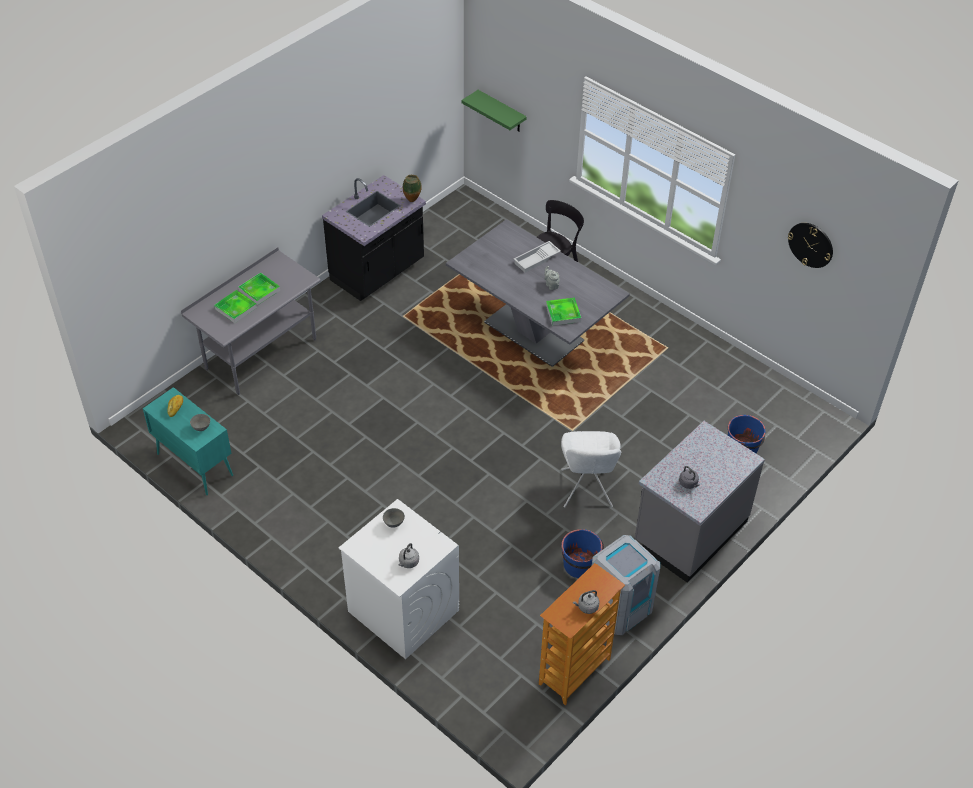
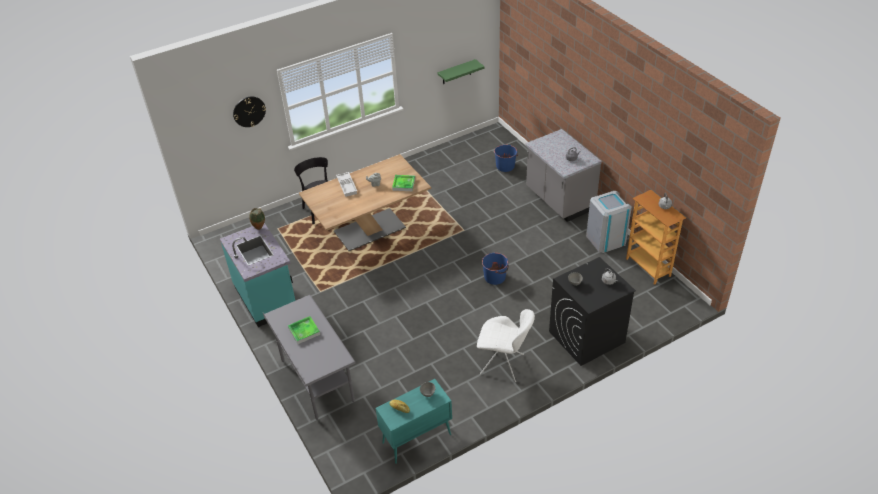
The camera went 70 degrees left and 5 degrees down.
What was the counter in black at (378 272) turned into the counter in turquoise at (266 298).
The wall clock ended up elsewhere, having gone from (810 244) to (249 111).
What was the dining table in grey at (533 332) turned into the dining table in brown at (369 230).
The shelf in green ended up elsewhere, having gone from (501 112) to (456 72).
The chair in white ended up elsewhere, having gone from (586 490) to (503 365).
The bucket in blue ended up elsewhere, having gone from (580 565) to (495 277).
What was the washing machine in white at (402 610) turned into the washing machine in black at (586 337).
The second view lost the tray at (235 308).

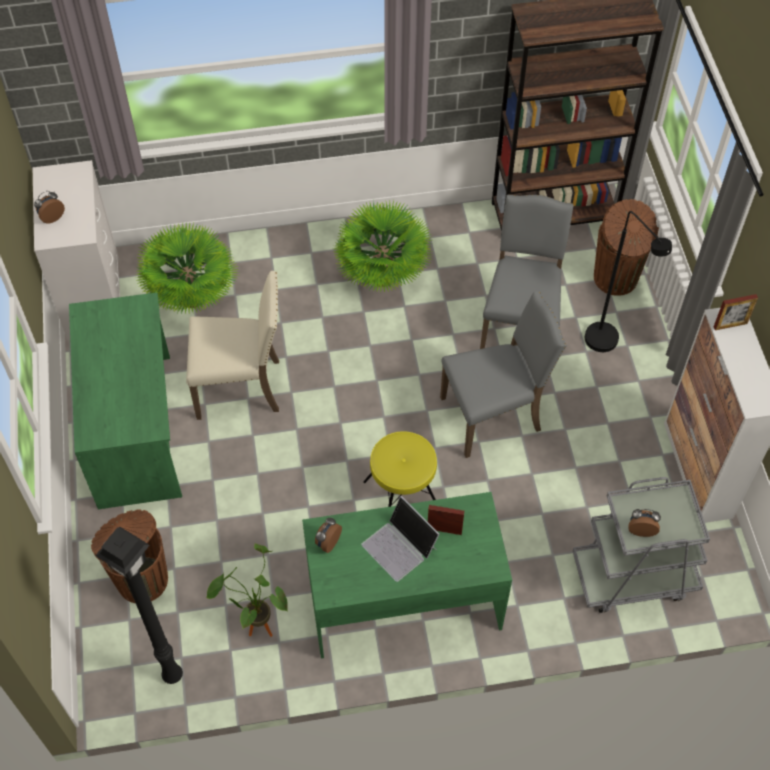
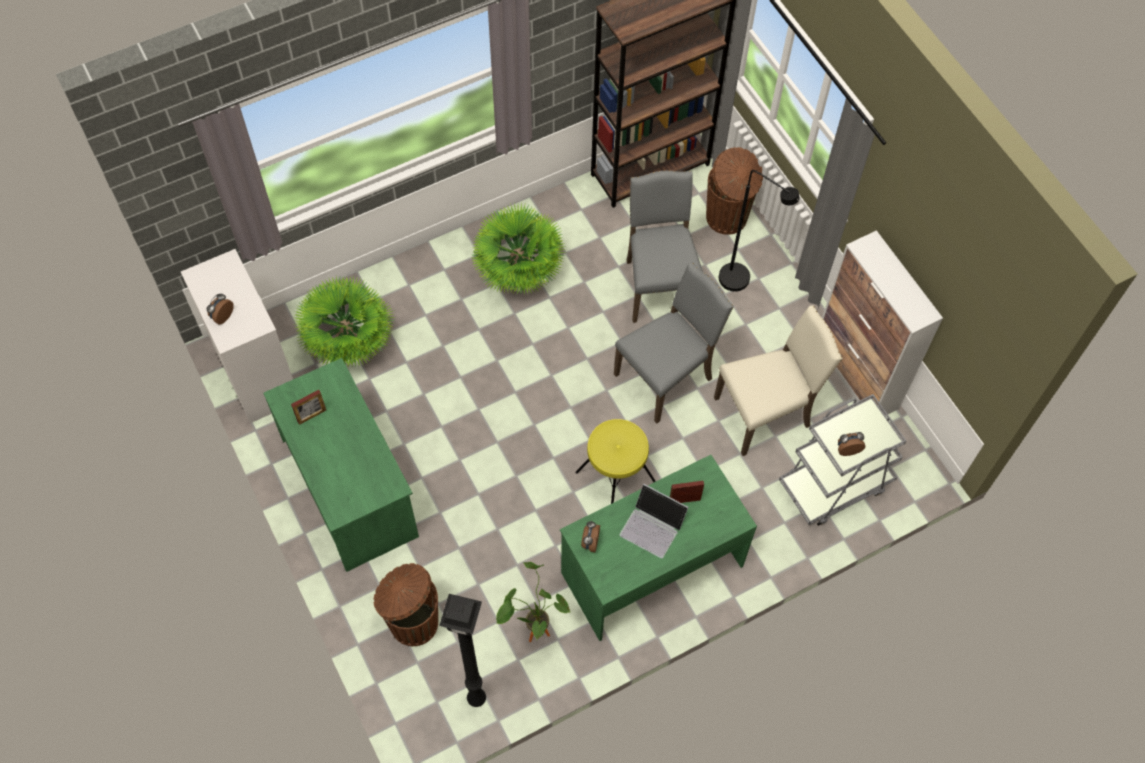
The camera went 20 degrees left and 5 degrees up.
The picture frame ended up elsewhere, having gone from (730 325) to (312 415).
The chair in beige ended up elsewhere, having gone from (241 387) to (765 413).

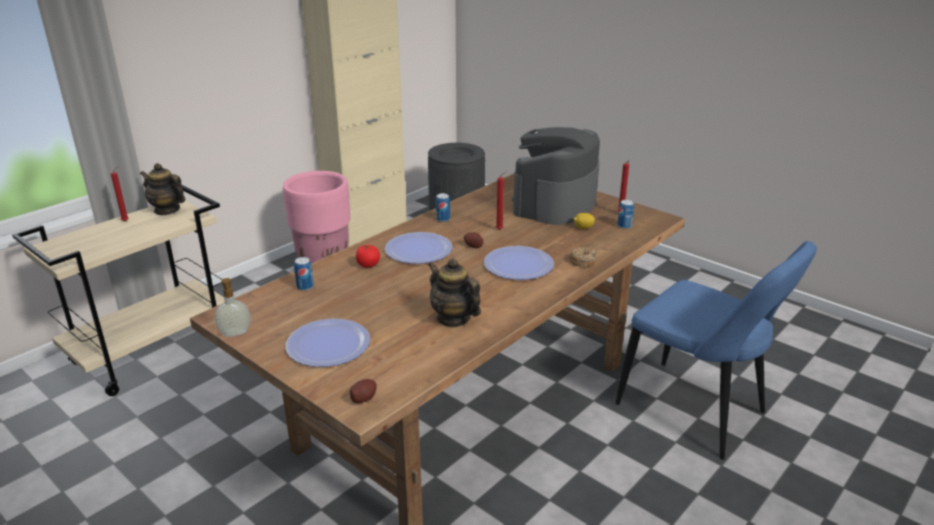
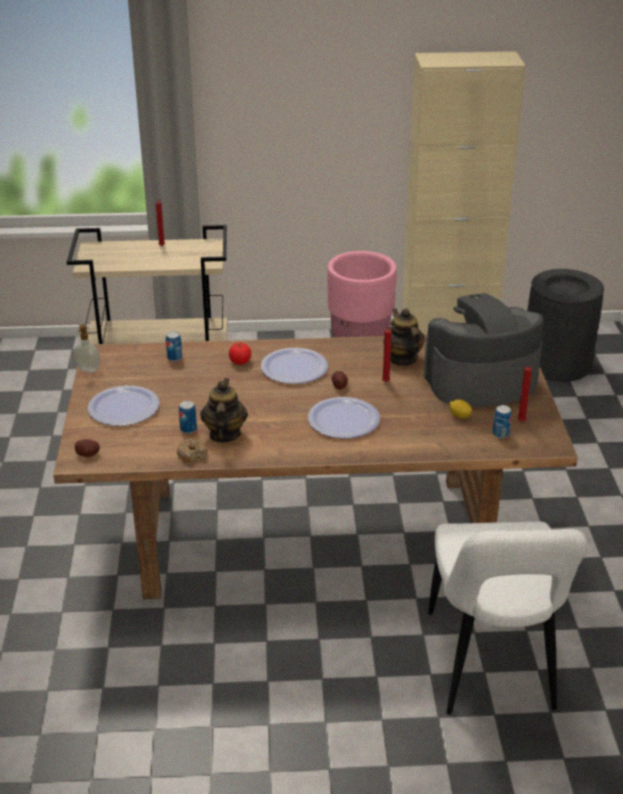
The camera went 45 degrees right and 5 degrees up.
The donut ended up elsewhere, having gone from (582 261) to (192 454).
The can ended up elsewhere, having gone from (443 219) to (188 429).
The teapot ended up elsewhere, having gone from (167 210) to (403 359).
What was the chair in blue at (696 412) turned into the chair in white at (491 666).

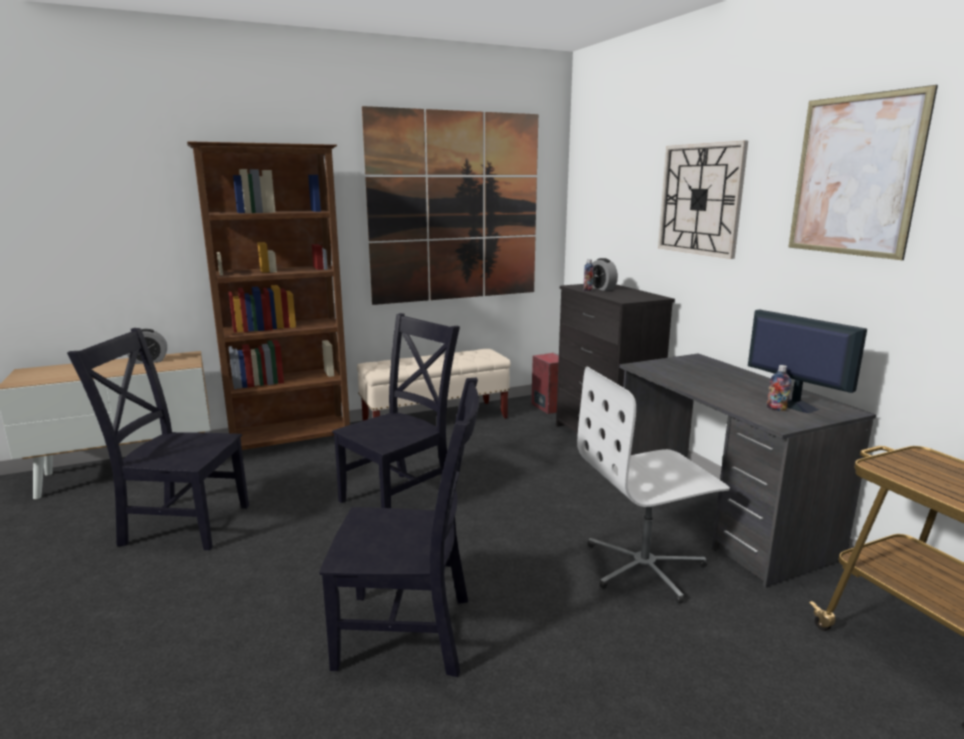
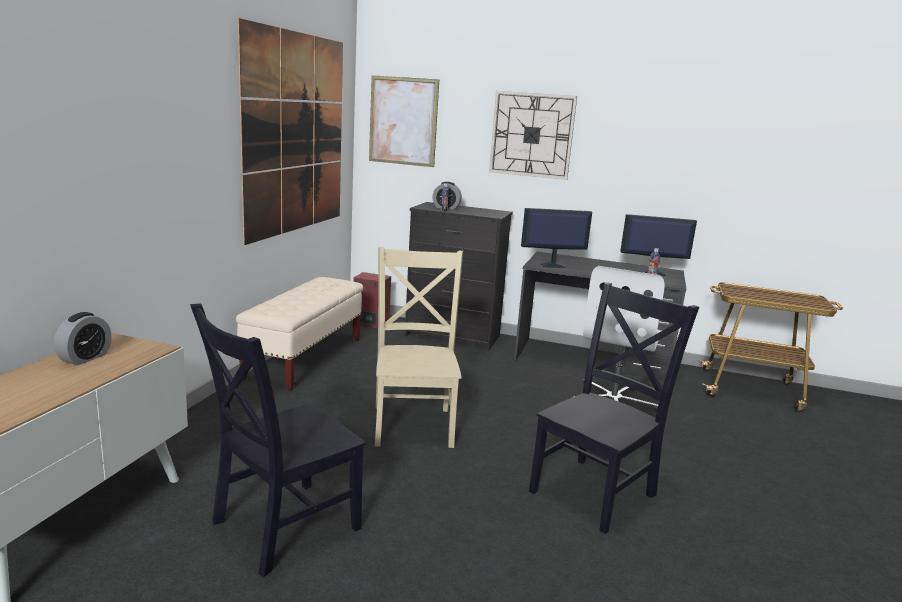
The camera went 50 degrees left and 0 degrees up.
The picture ended up elsewhere, having gone from (854 176) to (403 121).
What was the chair in black at (400 498) turned into the chair in beige at (414 424).
The second view gained the monitor at (552 265).
The second view lost the bookcase in brown at (292 443).

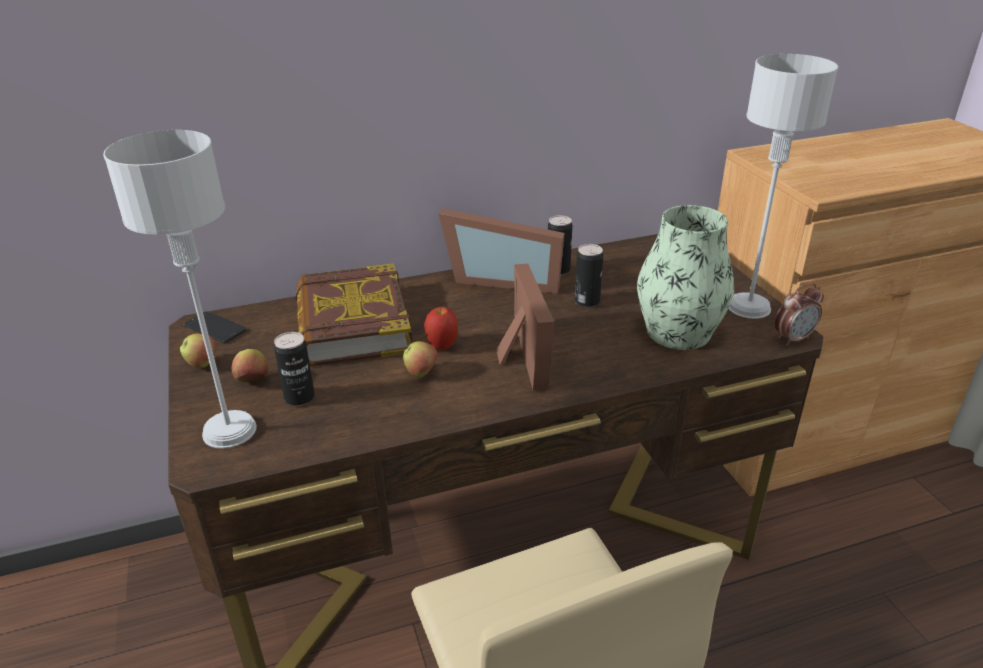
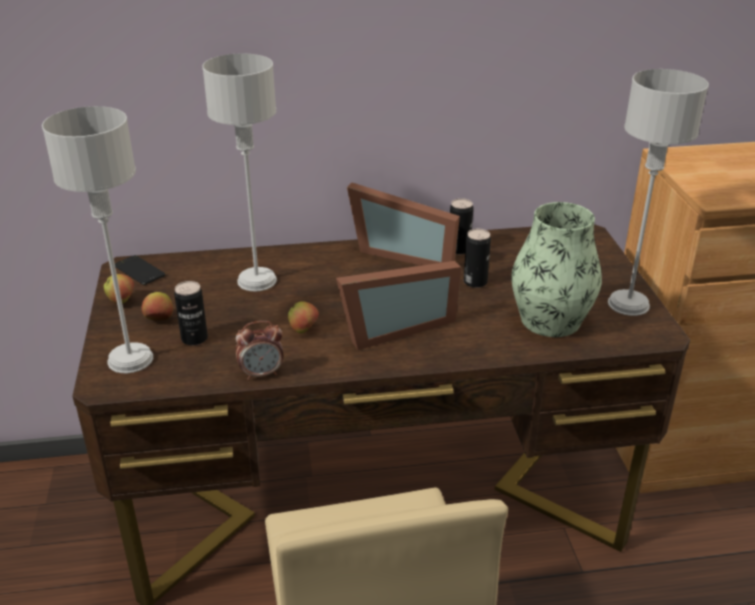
The camera went 10 degrees right and 0 degrees up.
Where the book stood at (352 324), the table lamp in grey came to stand at (256 280).
The alarm clock ended up elsewhere, having gone from (793 339) to (261 374).
The picture frame at (518 359) ended up facing another way, 60 degrees clockwise from before.
The second view lost the apple at (442 346).

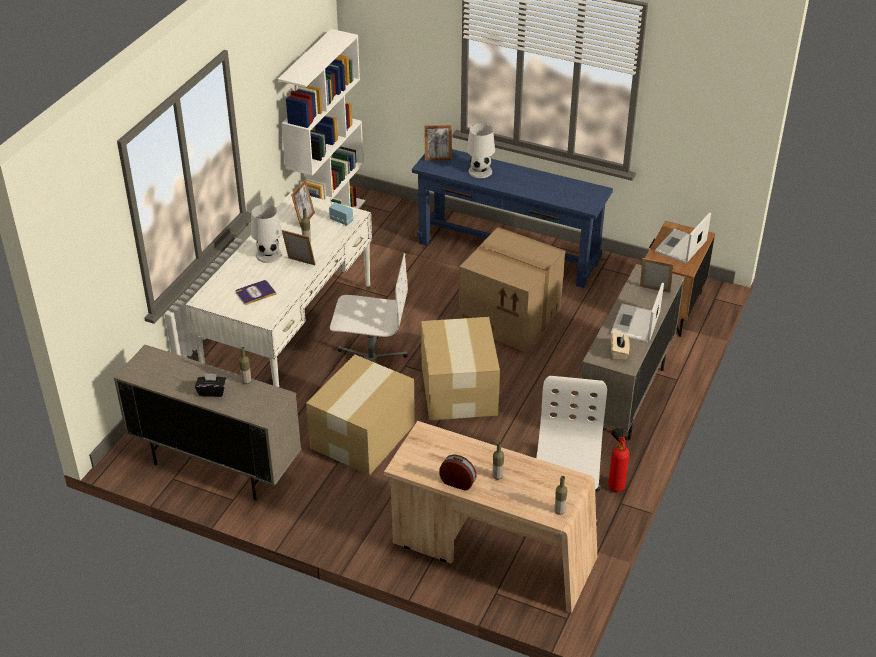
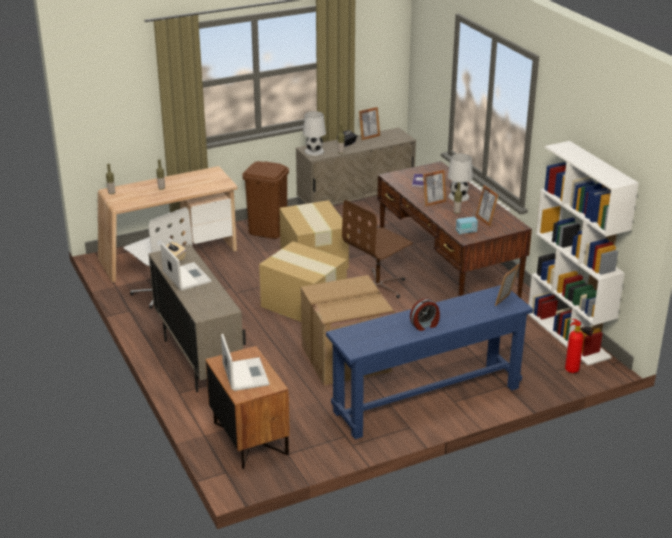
The camera went 130 degrees right and 10 degrees down.
The second view gained the trash can in brown at (268 230).
The table lamp in white ended up elsewhere, having gone from (480 171) to (314 151).
What was the office chair in white at (370 360) turned into the office chair in brown at (378 286).
The picture frame ended up elsewhere, having gone from (654 291) to (369 137).
What was the desk in white at (289 332) turned into the desk in brown at (447 271).
The alarm clock ended up elsewhere, having gone from (458 482) to (425 325).
The fire extinguisher ended up elsewhere, having gone from (615 484) to (575 371).

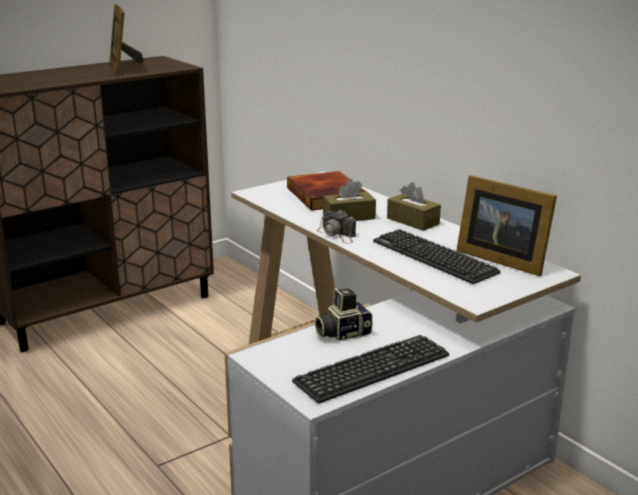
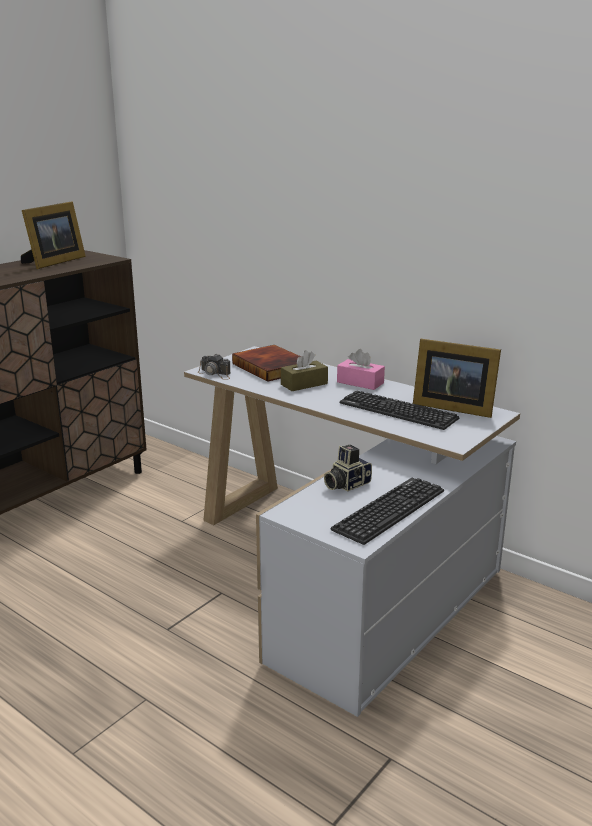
The camera went 15 degrees left and 0 degrees up.
The picture frame at (123 67) ended up facing another way, 120 degrees counterclockwise from before.
The photo camera ended up elsewhere, having gone from (337 234) to (215 374).
What was the tissue box in brown at (413 221) turned into the tissue box in pink at (360 382).

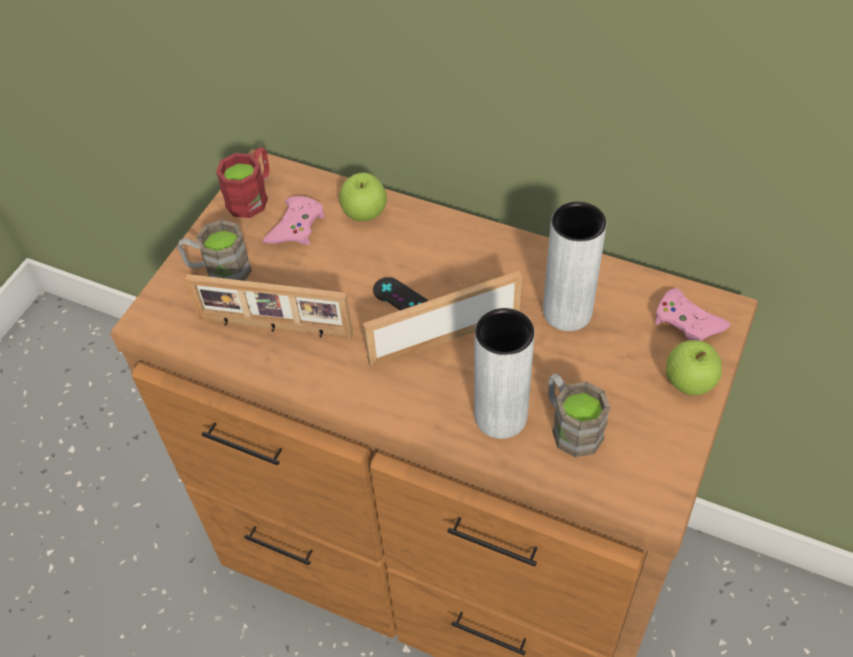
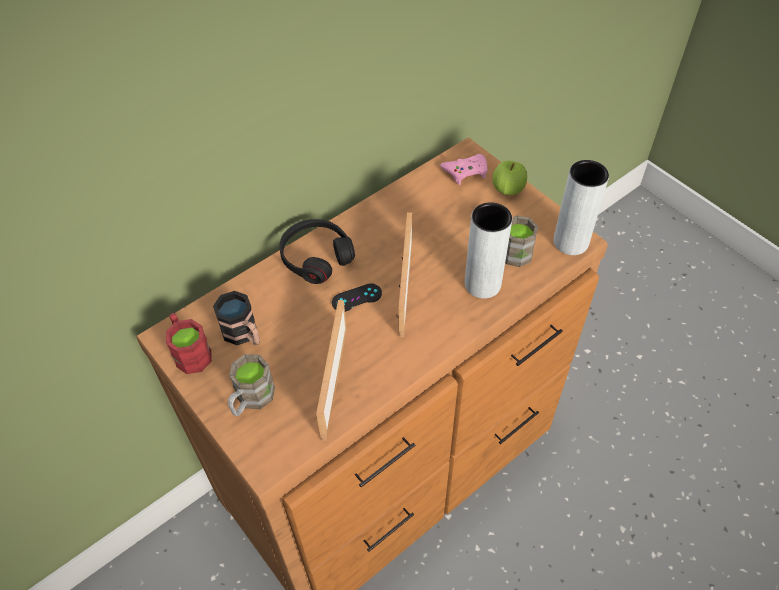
The camera went 65 degrees left and 0 degrees up.
Where the game controller in pink stood at (296 227), the mug came to stand at (244 334).
The second view gained the headphones in black at (316 256).
The picture frame at (274 328) ended up facing another way, 150 degrees clockwise from before.
The vase in grey ended up elsewhere, having gone from (567 312) to (570 242).
The second view lost the apple at (365 213).

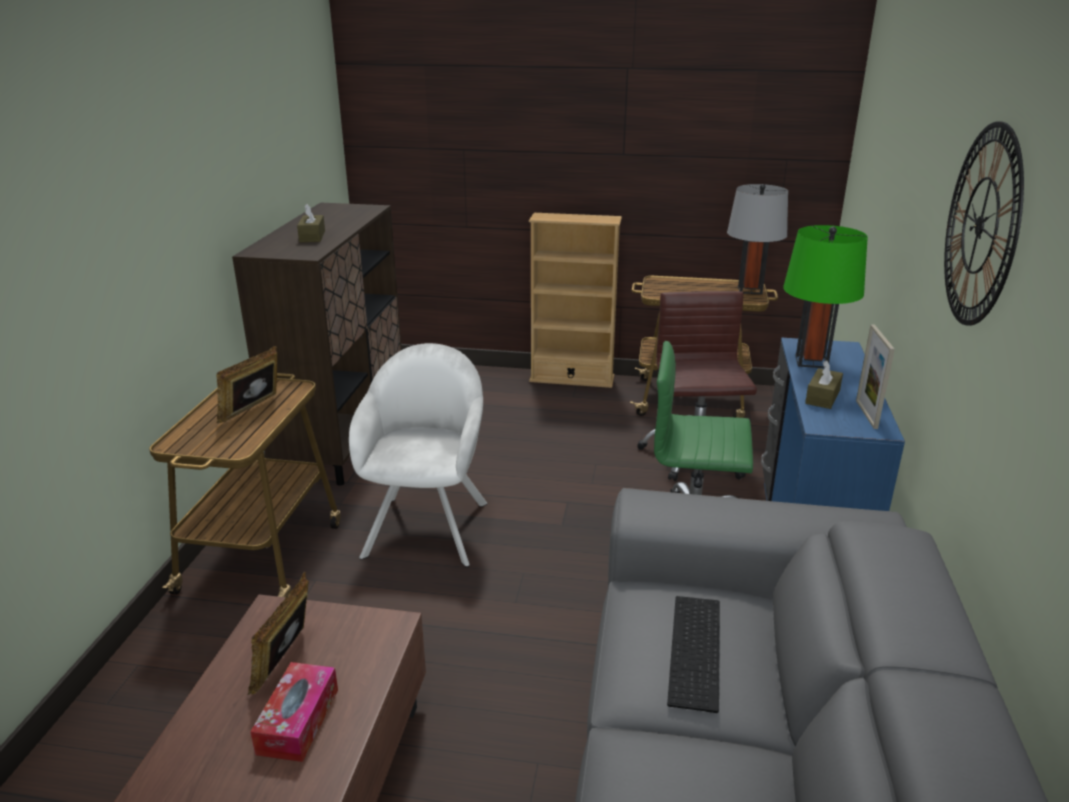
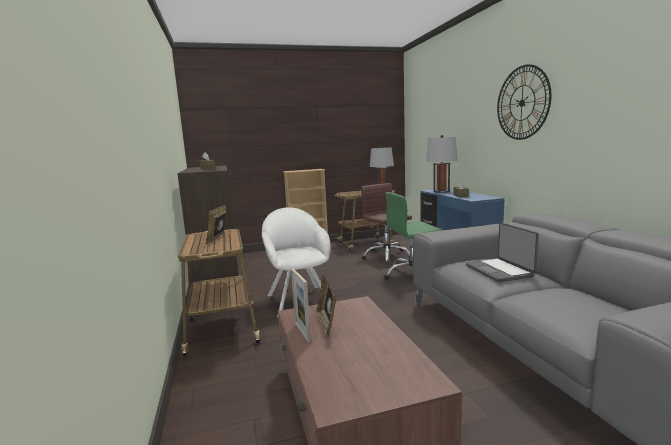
The camera went 25 degrees left and 15 degrees down.
The picture frame ended up elsewhere, having gone from (866 414) to (302 332).
What was the table lamp in green at (811 361) turned into the table lamp in grey at (441 192).
Where the keyboard stood at (698 652), the laptop came to stand at (500 271).
The second view lost the tissue box at (298 721).

